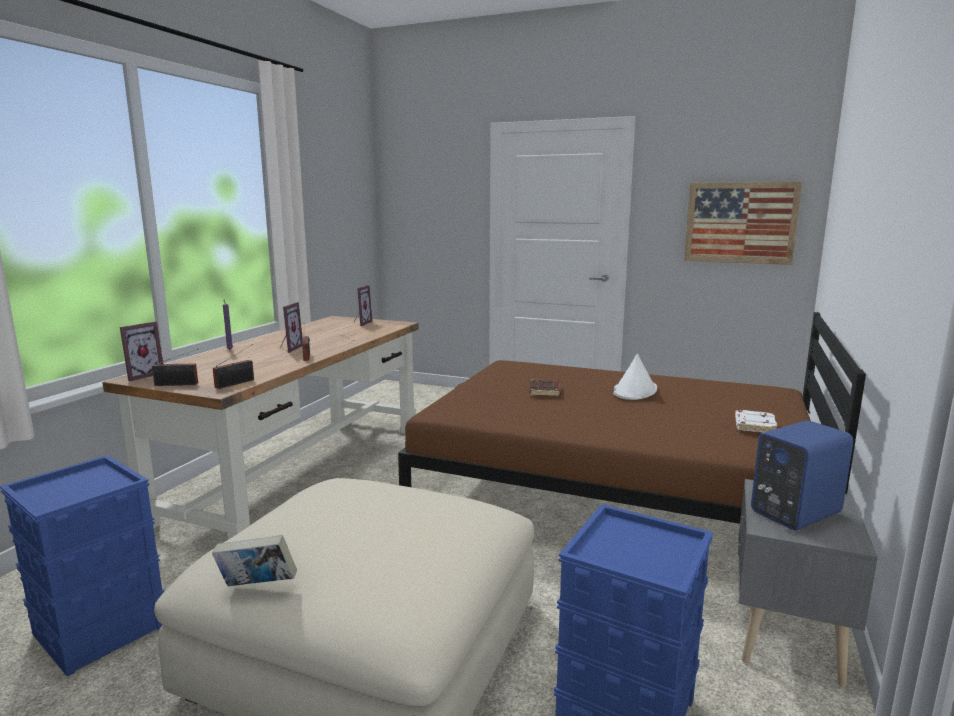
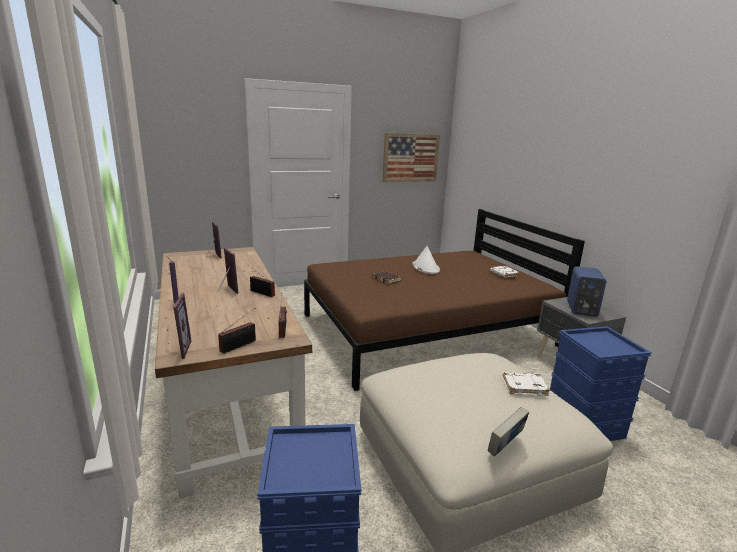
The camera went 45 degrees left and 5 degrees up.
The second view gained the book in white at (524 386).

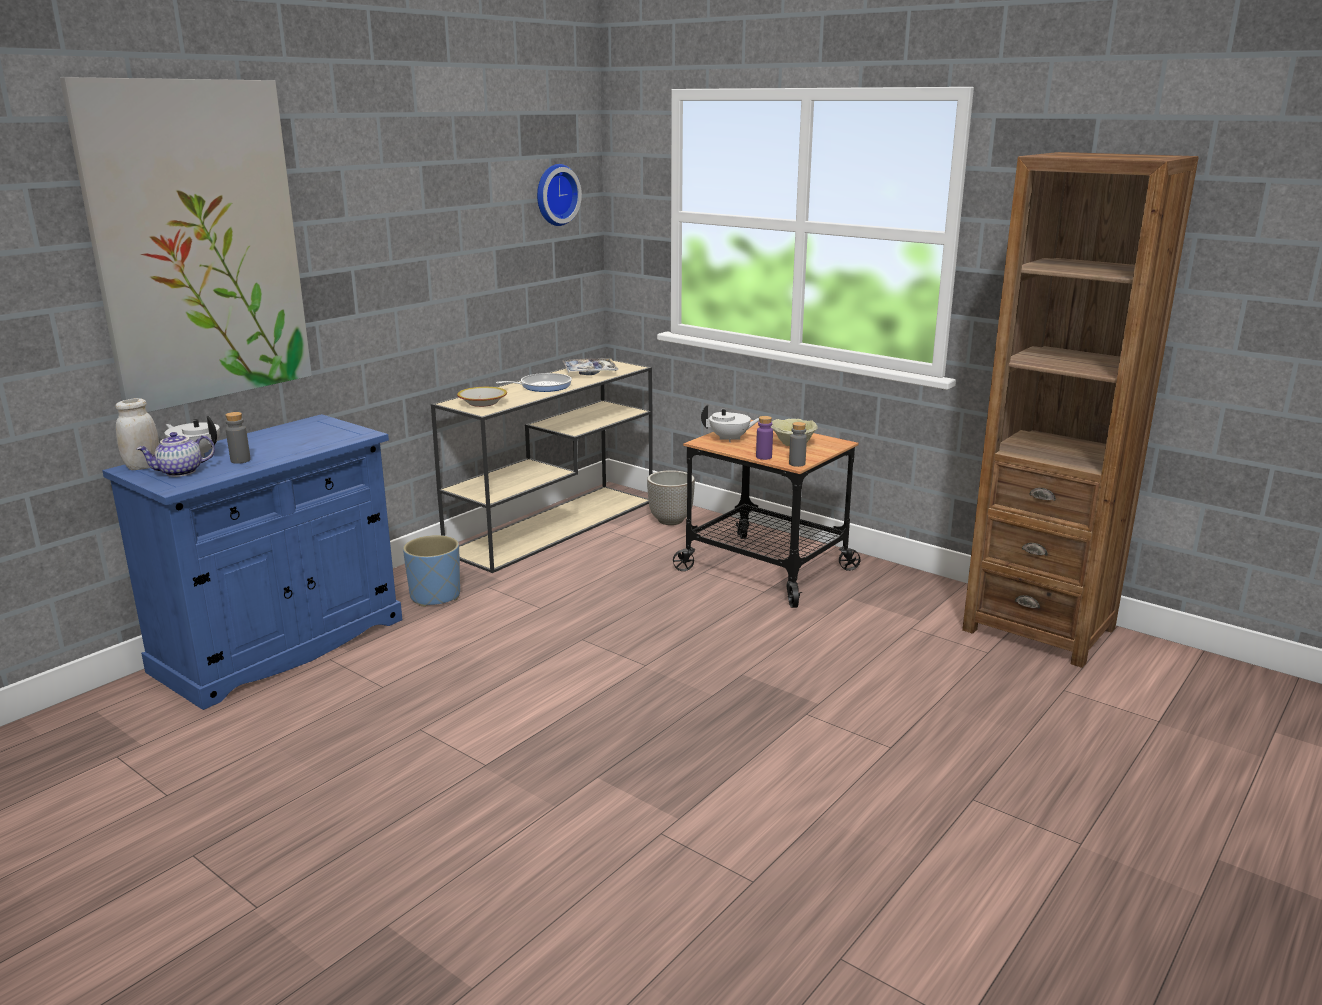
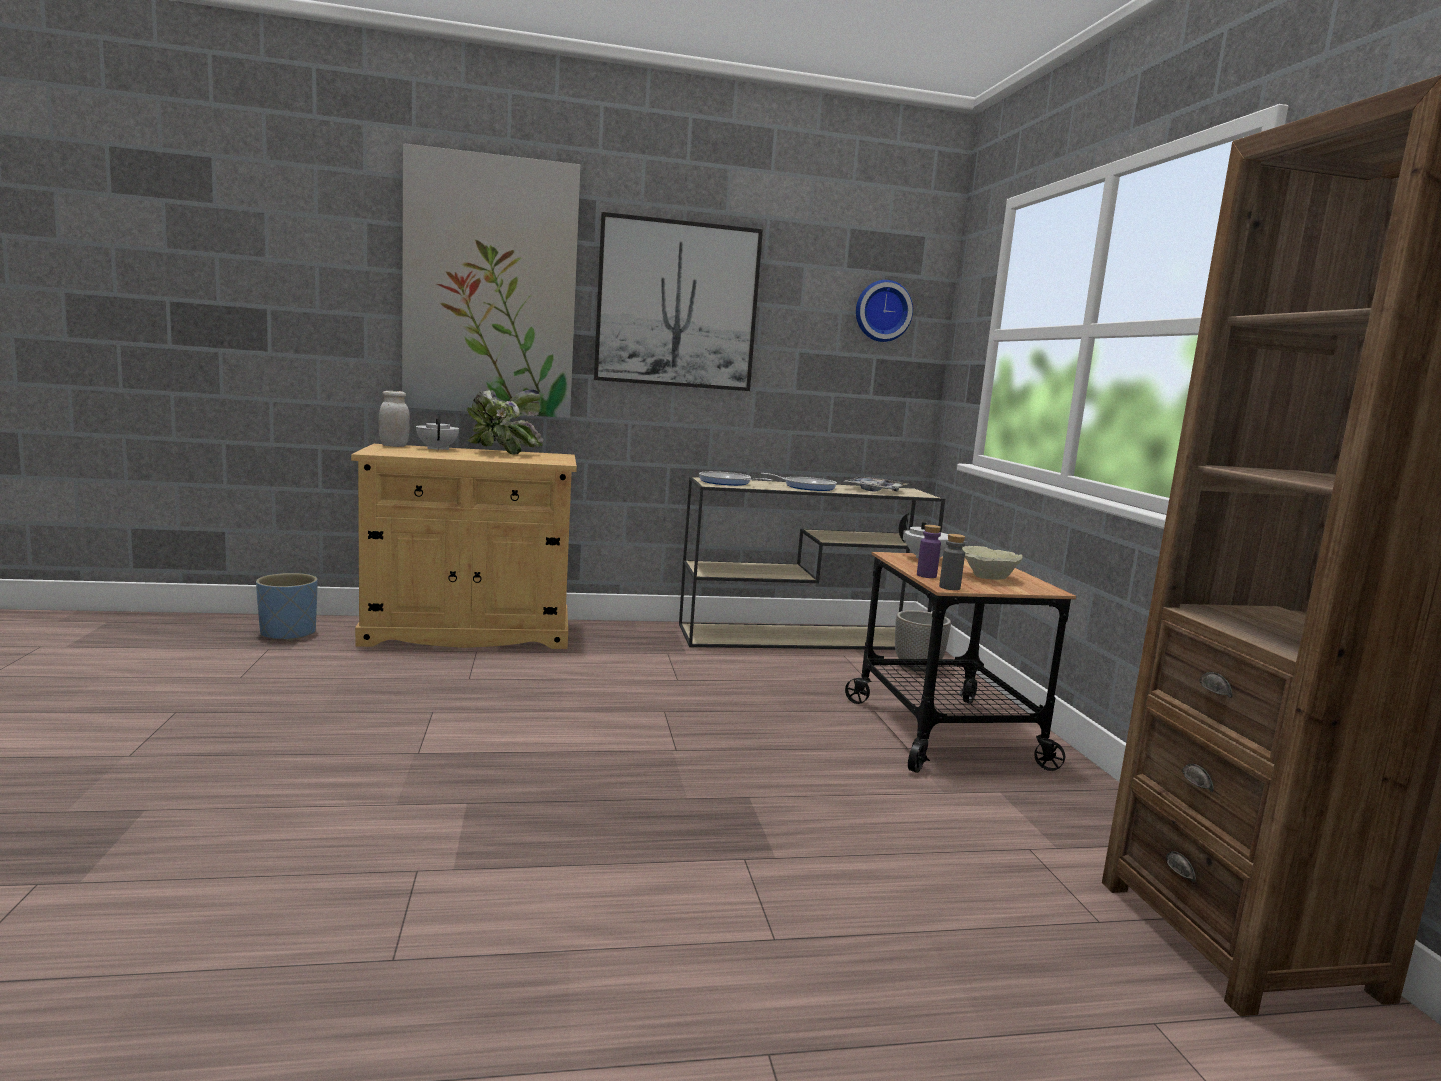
The camera went 40 degrees right and 10 degrees down.
The planter in blue ended up elsewhere, having gone from (435 596) to (289 634).
What was the cabinet in blue at (280 645) turned into the cabinet in beige at (468 633).
The second view gained the potted plant at (502 454).
The second view gained the picture at (677 305).
Where the bowl stood at (483 403), the frying pan came to stand at (727 482).
The second view lost the teapot at (180 472).
The second view lost the bottle in grey at (240 460).

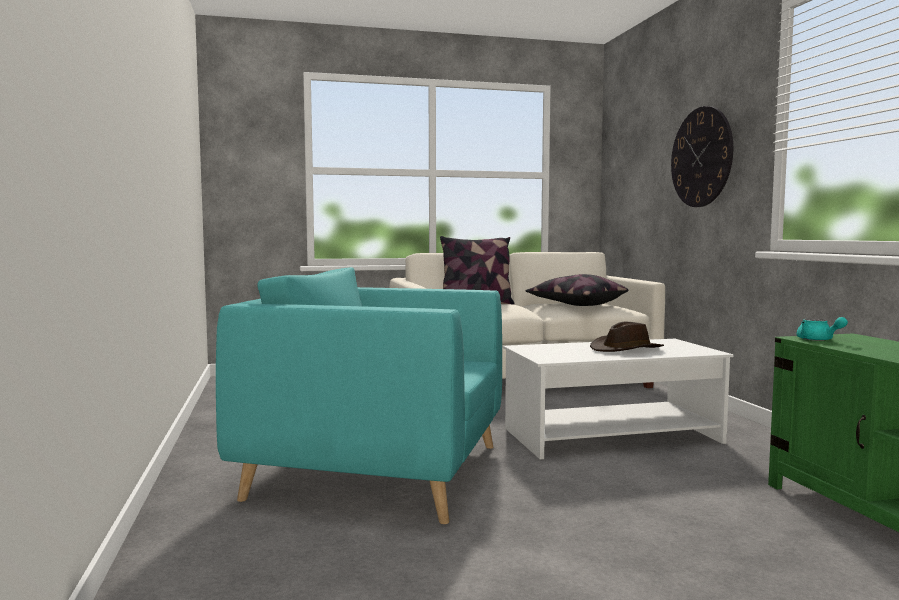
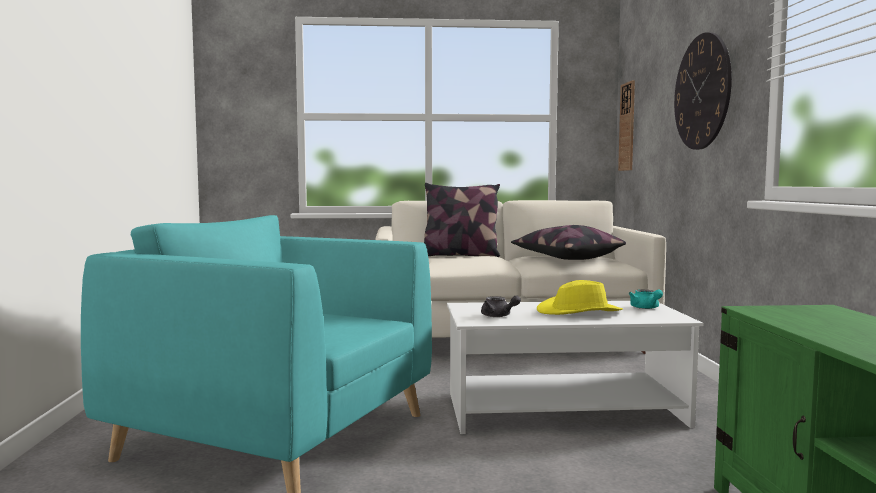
The camera went 10 degrees right and 0 degrees up.
The second view gained the teapot in grey at (498 316).
What was the hat in brown at (626 349) turned into the hat in yellow at (579 312).
The second view gained the wall clock at (627 126).
The teapot in turquoise ended up elsewhere, having gone from (818 340) to (646 308).

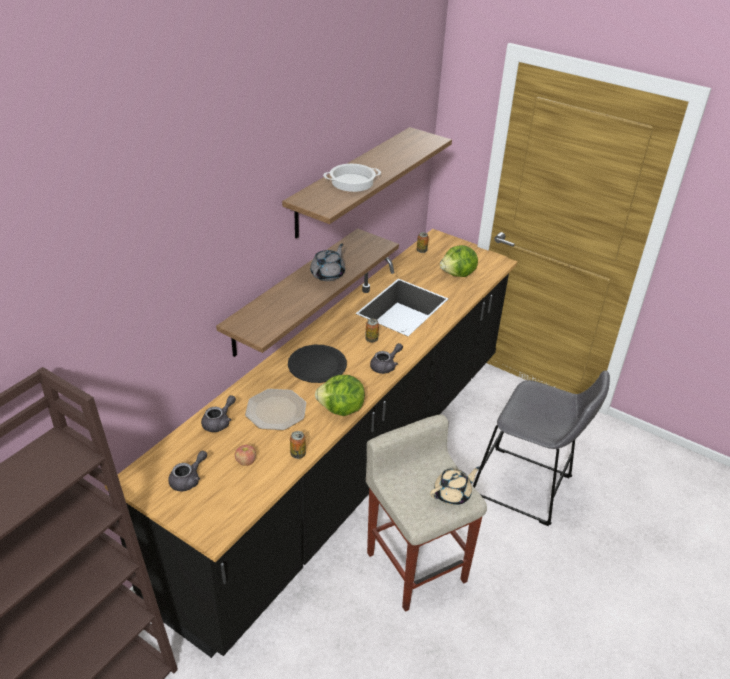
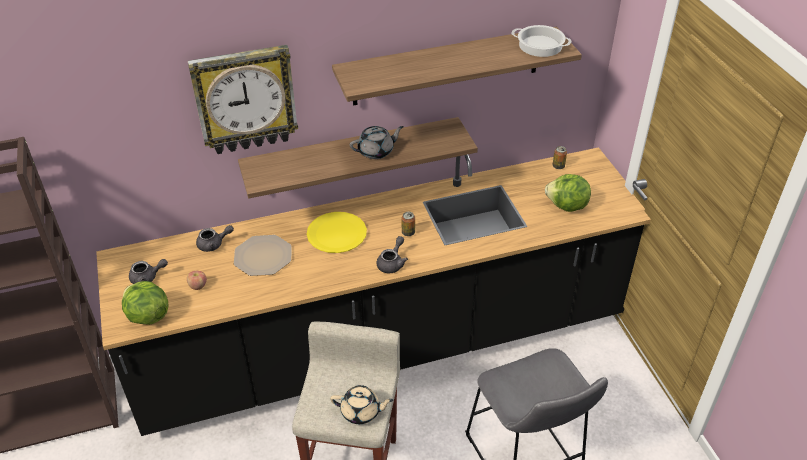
The camera went 40 degrees right and 5 degrees up.
The lettuce ended up elsewhere, having gone from (341 410) to (147 316).
The second view gained the wall clock at (245 99).
What was the plate in black at (317 365) turned into the plate in yellow at (337 234).
The teapot in grey at (386 366) ended up facing another way, 60 degrees counterclockwise from before.
The cooking pot ended up elsewhere, having gone from (352 182) to (540 45).
The second view lost the can at (298 454).

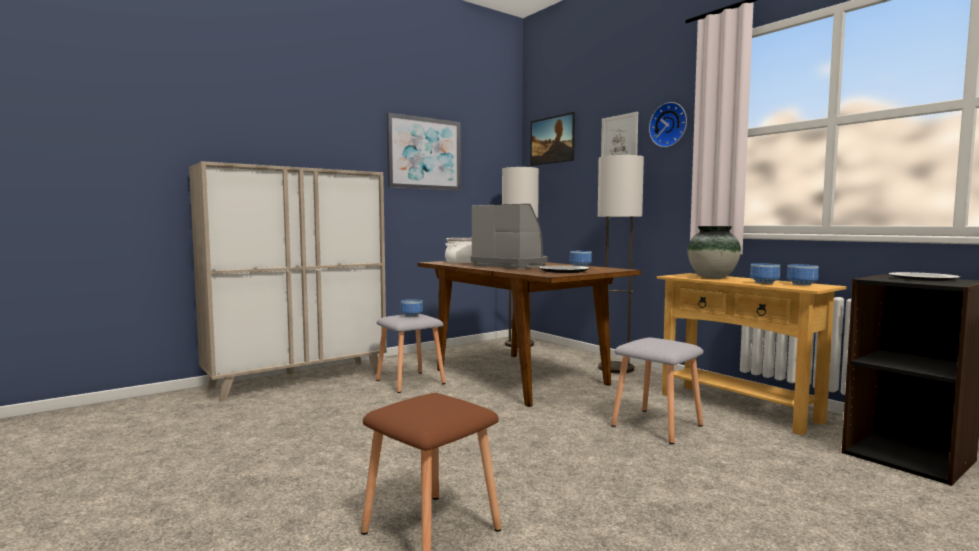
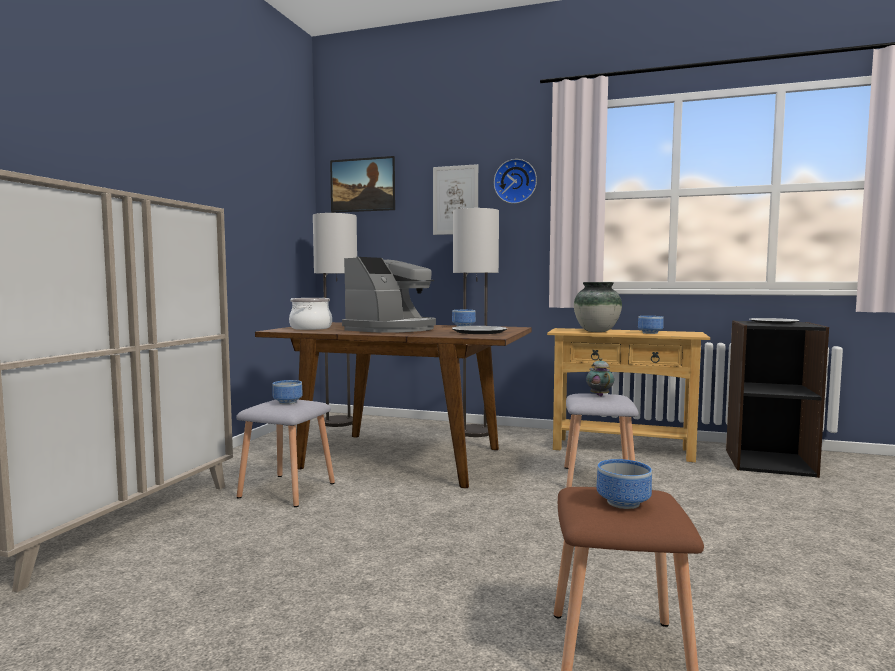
The camera went 35 degrees left and 0 degrees up.
The coffee machine at (511 265) ended up facing another way, 120 degrees clockwise from before.
The second view gained the teapot at (599 395).
The bowl ended up elsewhere, having gone from (802 284) to (625 503).
The second view lost the picture at (424 153).

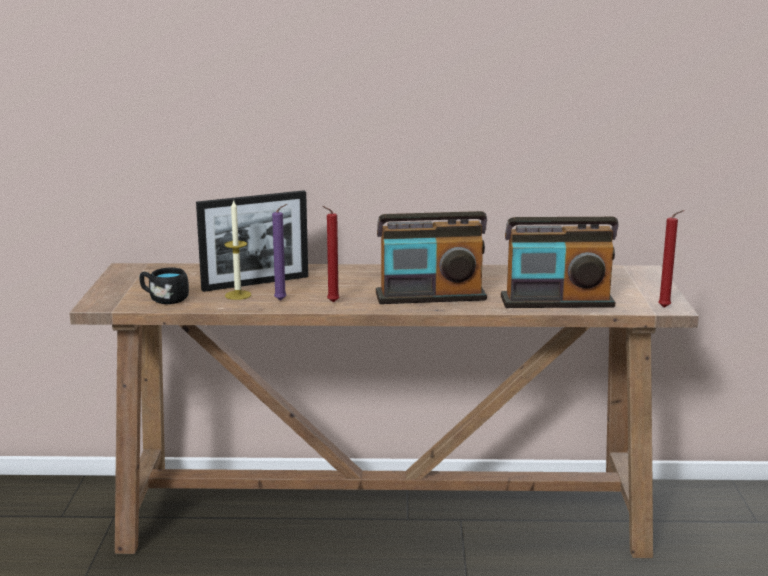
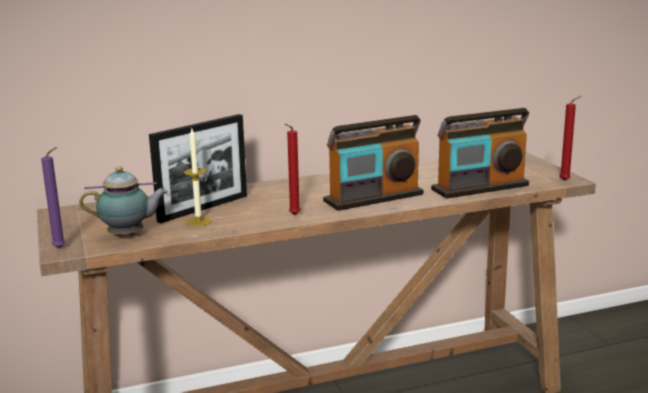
The camera went 20 degrees left and 0 degrees up.
The candle in purple ended up elsewhere, having gone from (282 300) to (61 248).
Where the mug in black stood at (164 299), the teapot came to stand at (129 235).

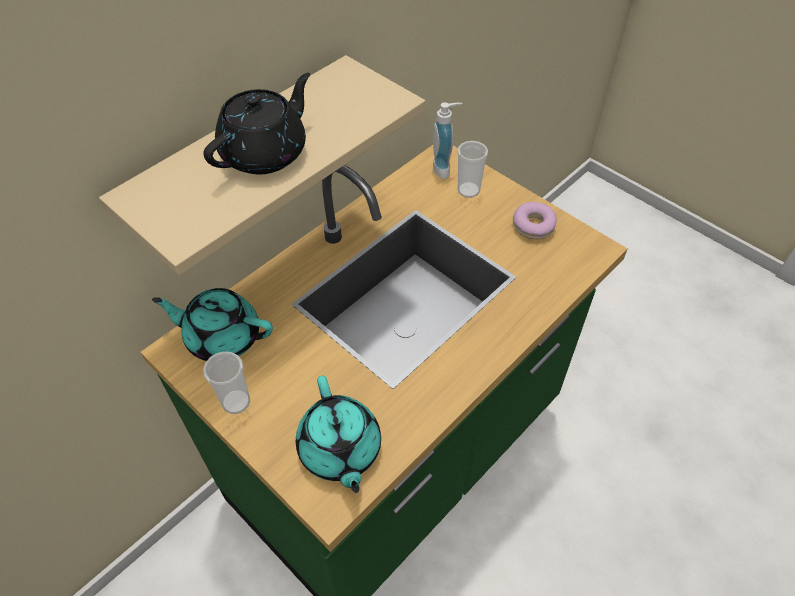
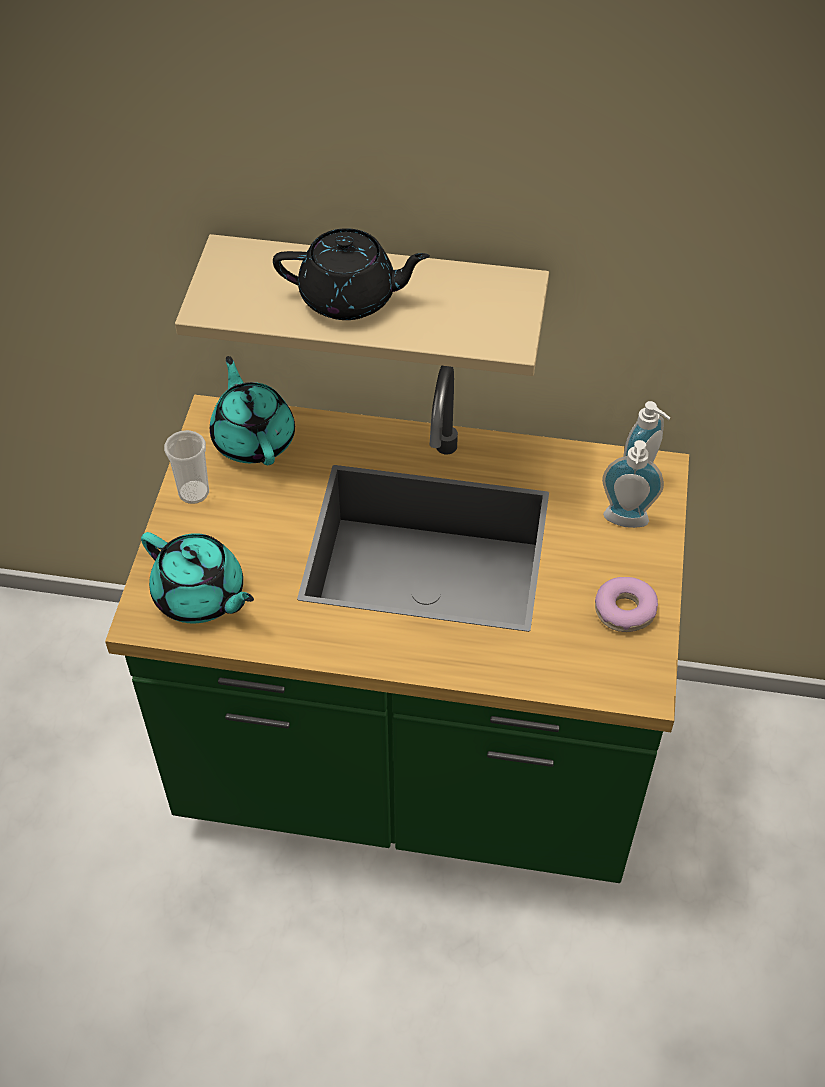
The camera went 55 degrees right and 0 degrees up.
The teapot in turquoise at (340 450) ended up facing another way, 90 degrees counterclockwise from before.
Where the cup stood at (468 190), the soap dispenser came to stand at (625 523).

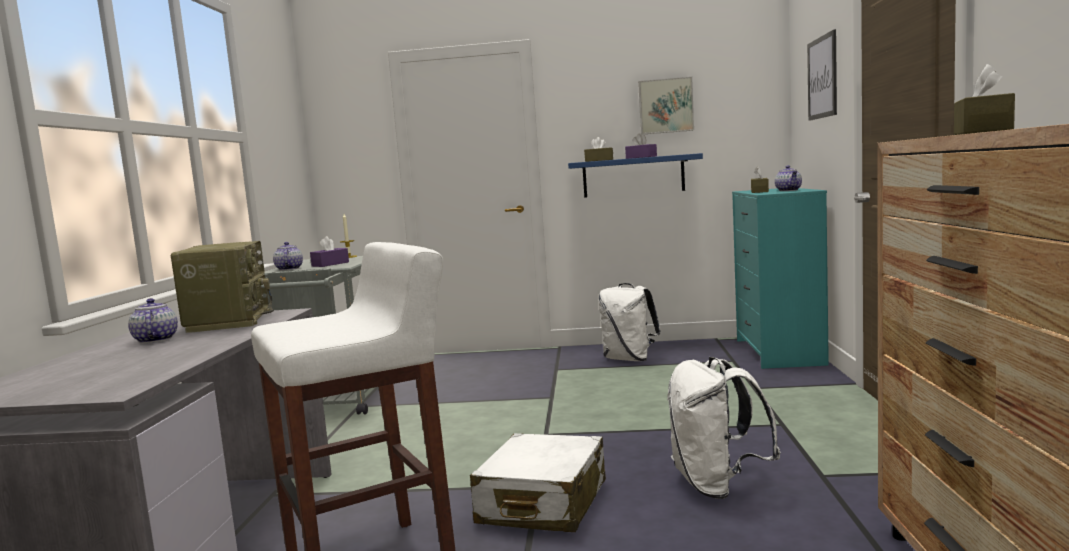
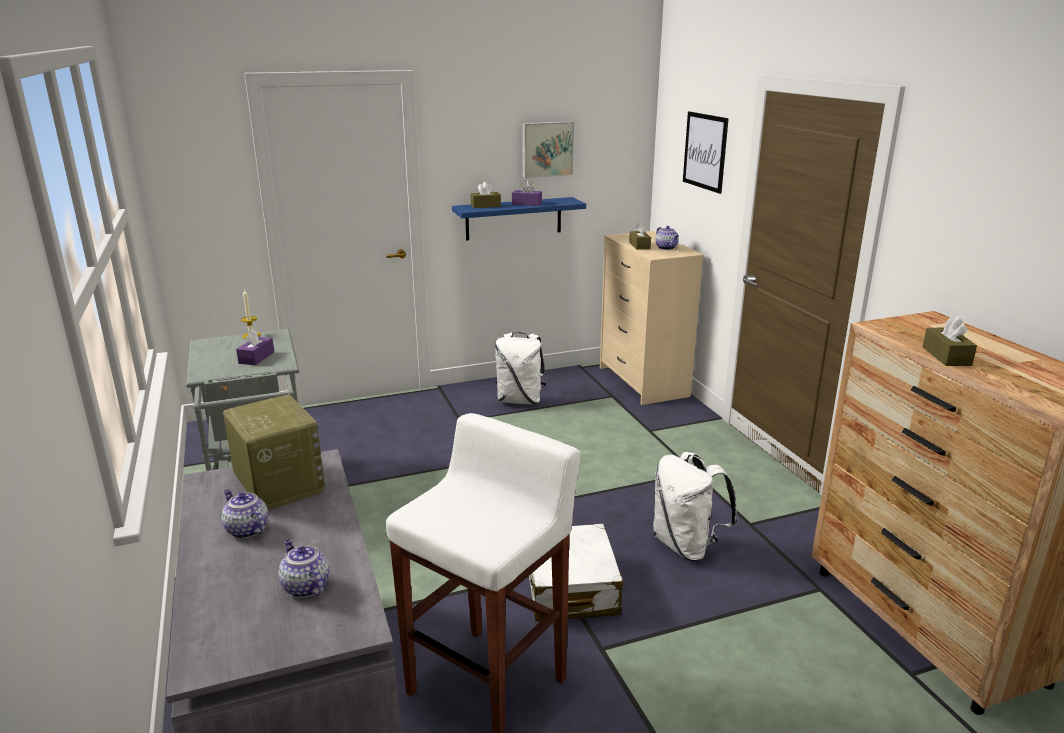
The camera went 25 degrees left and 15 degrees up.
The teapot ended up elsewhere, having gone from (289 269) to (305 586).
What was the dresser in turquoise at (778 352) turned into the dresser in beige at (642 382).

